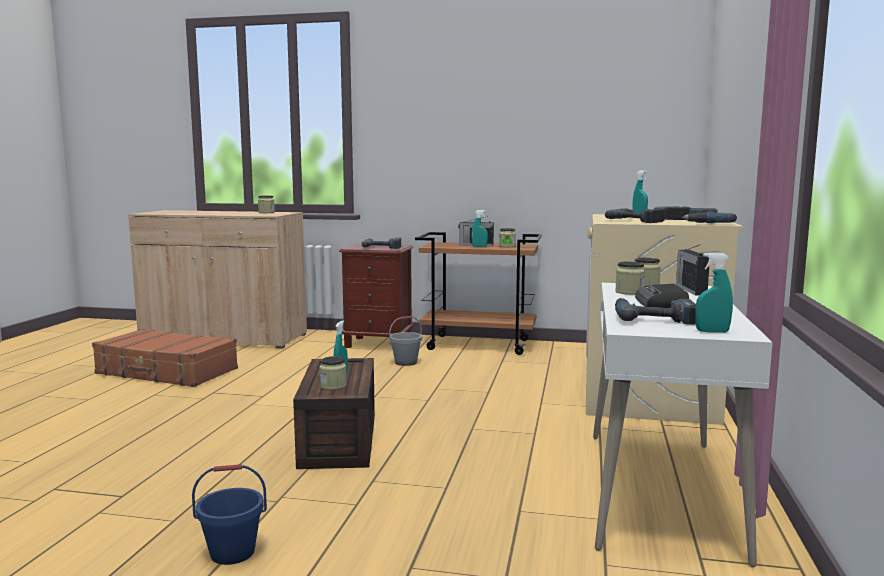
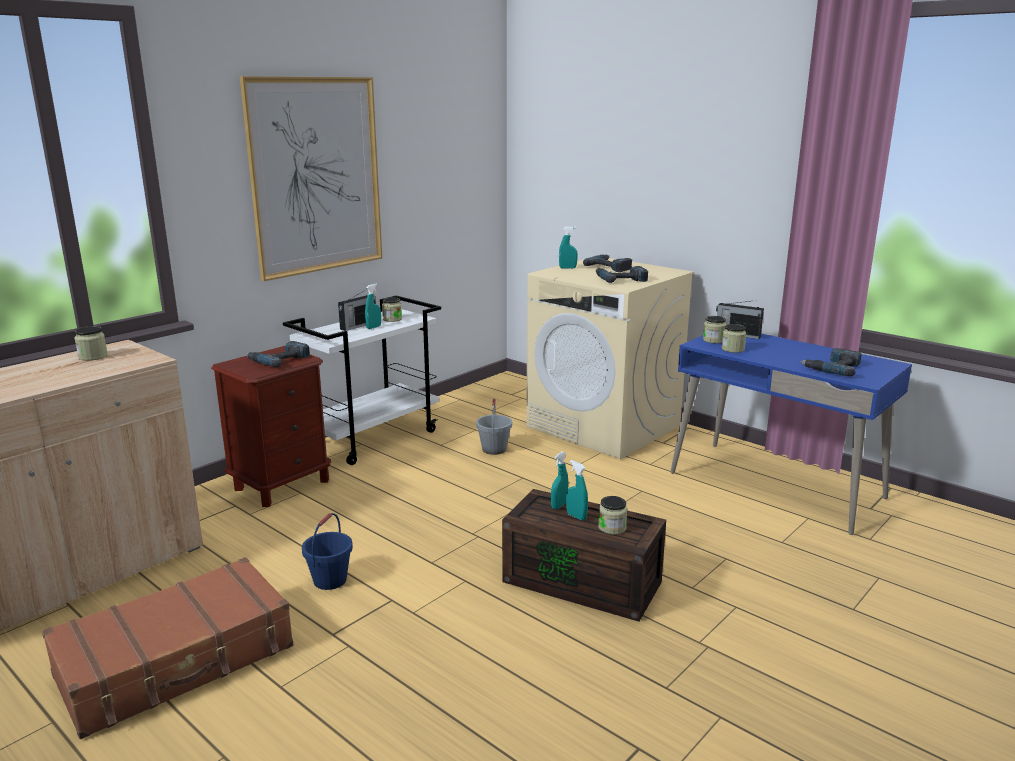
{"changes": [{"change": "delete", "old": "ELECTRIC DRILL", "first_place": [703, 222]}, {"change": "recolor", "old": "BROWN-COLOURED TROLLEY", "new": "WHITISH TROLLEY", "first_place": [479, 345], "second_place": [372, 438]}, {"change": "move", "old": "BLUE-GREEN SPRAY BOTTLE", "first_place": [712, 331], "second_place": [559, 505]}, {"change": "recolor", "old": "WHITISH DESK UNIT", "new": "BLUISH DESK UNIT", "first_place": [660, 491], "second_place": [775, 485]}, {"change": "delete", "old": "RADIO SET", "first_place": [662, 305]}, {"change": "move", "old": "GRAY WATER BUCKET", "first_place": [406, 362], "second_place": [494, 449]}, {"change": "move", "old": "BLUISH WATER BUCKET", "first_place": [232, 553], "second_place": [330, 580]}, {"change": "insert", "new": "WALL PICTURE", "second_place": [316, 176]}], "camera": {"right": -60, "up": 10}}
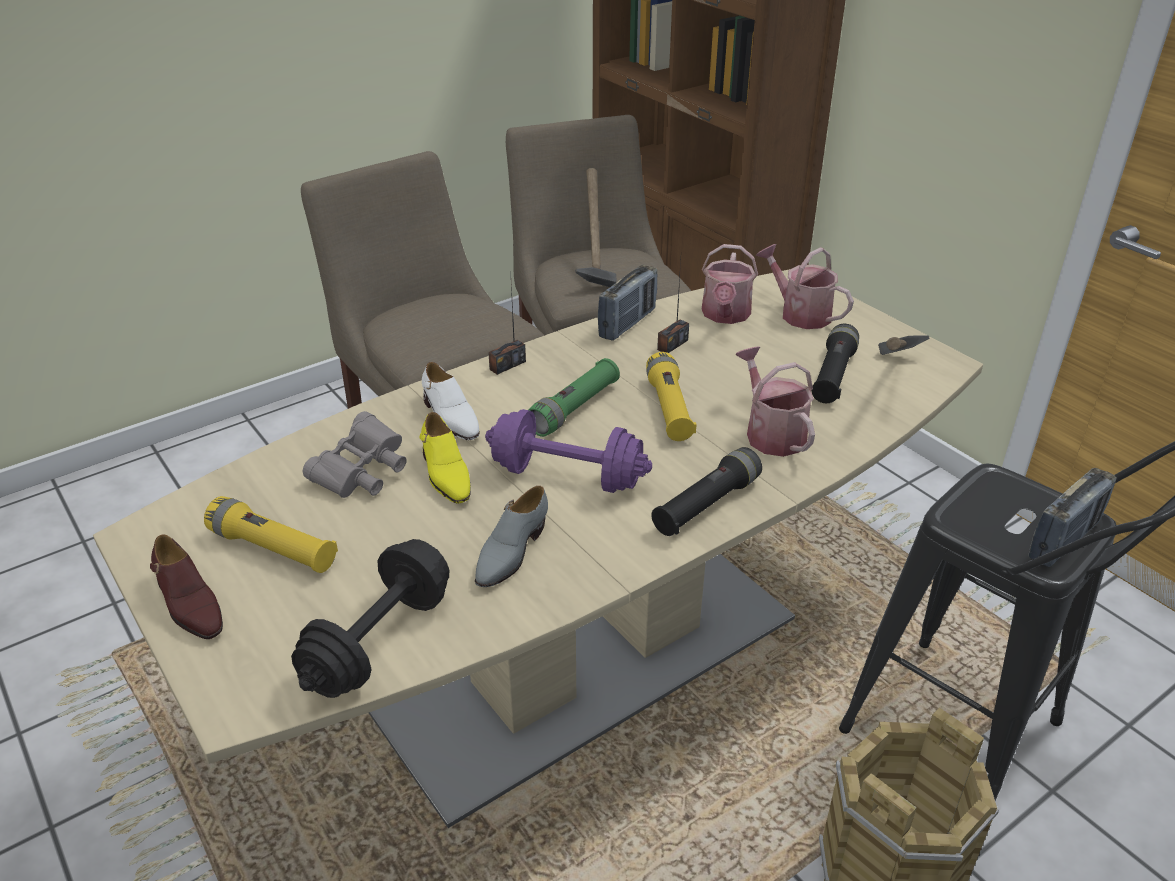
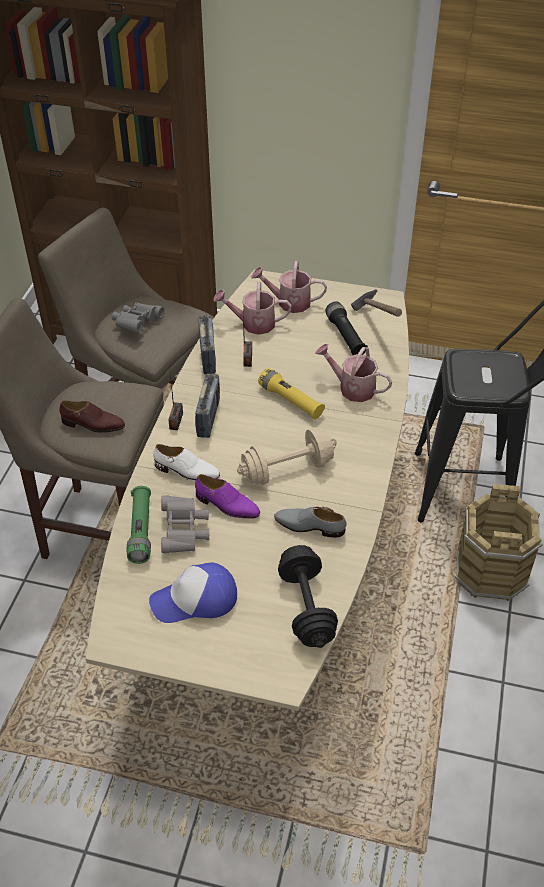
{"changes": [{"change": "replace", "old": "TOOL HAMMER", "new": "GRAY PAIR OF BINOCULARS", "first_place": [593, 266], "second_place": [137, 324]}, {"change": "rotate", "old": "SPRINKLING CAN", "first_place": [725, 315], "second_place": [253, 323], "degrees": 120}, {"change": "move", "old": "GREEN HAND TORCH", "first_place": [574, 409], "second_place": [141, 530]}, {"change": "recolor", "old": "PURPLE HAND WEIGHT", "new": "SAND-COLOURED HAND WEIGHT", "first_place": [567, 476], "second_place": [287, 469]}, {"change": "recolor", "old": "YELLOW SHOE", "new": "PURPLE SHOE", "first_place": [445, 474], "second_place": [227, 505]}, {"change": "delete", "old": "BLACK HAND TORCH", "first_place": [706, 505]}, {"change": "move", "old": "RADIO SET", "first_place": [1063, 540], "second_place": [208, 418]}, {"change": "rotate", "old": "GRAY SHOE", "first_place": [511, 552], "second_place": [309, 526], "degrees": 120}, {"change": "replace", "old": "YELLOW HAND TORCH", "new": "BASEBALL CAP", "first_place": [273, 549], "second_place": [195, 600]}, {"change": "move", "old": "BROWN-COLOURED SHOE", "first_place": [189, 604], "second_place": [93, 425]}], "camera": {"right": -40, "up": 10}}
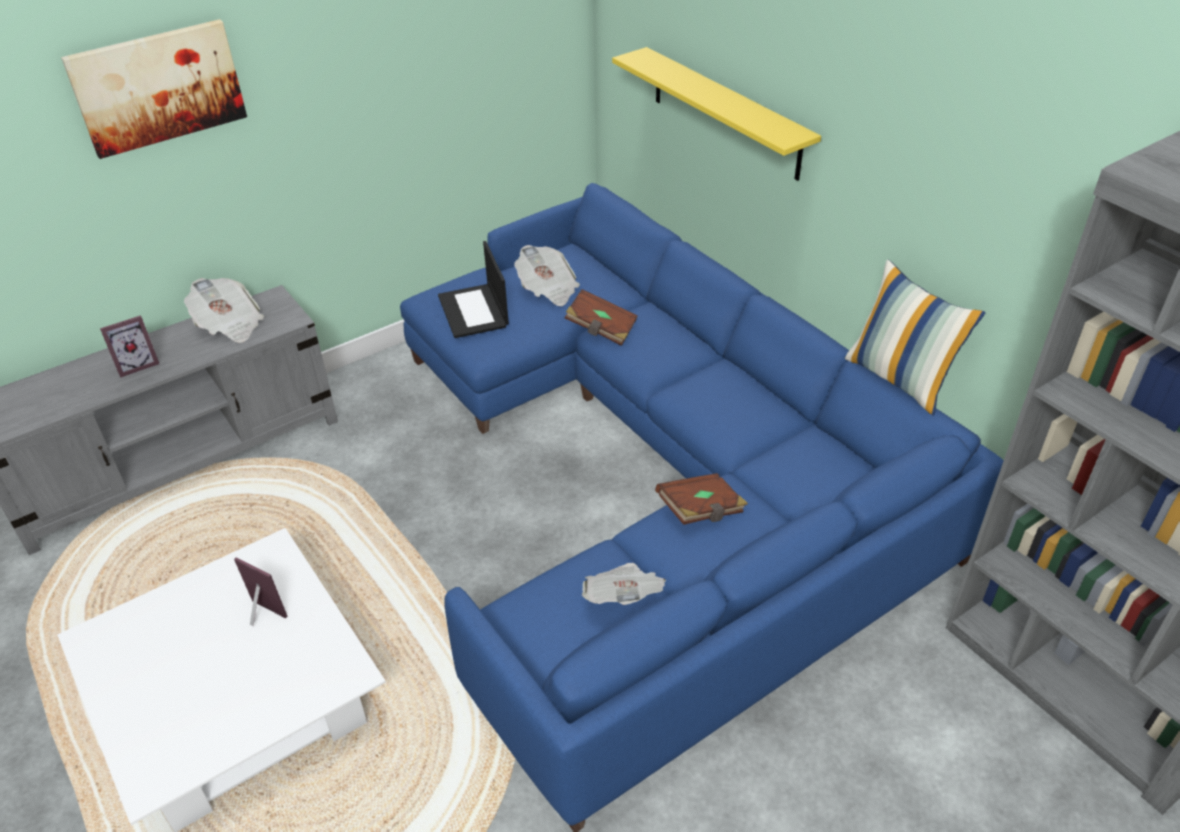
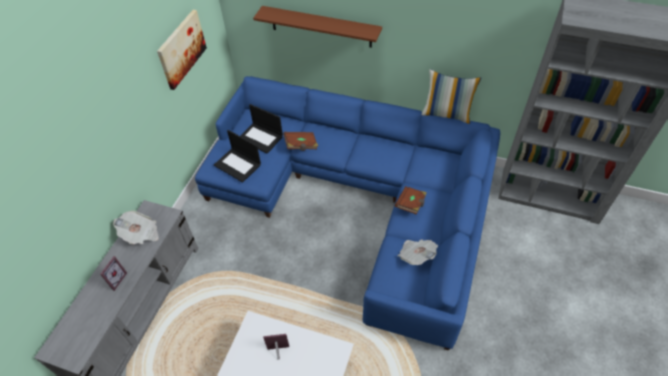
{"changes": [{"change": "move", "old": "WALL PICTURE", "first_place": [158, 87], "second_place": [181, 49]}, {"change": "recolor", "old": "YELLOW BRACKET SHELF", "new": "BROWN-COLOURED BRACKET SHELF", "first_place": [725, 113], "second_place": [321, 27]}, {"change": "replace", "old": "NEWSPAPER", "new": "LAPTOP", "first_place": [548, 289], "second_place": [261, 138]}], "camera": {"right": -35, "up": 10}}
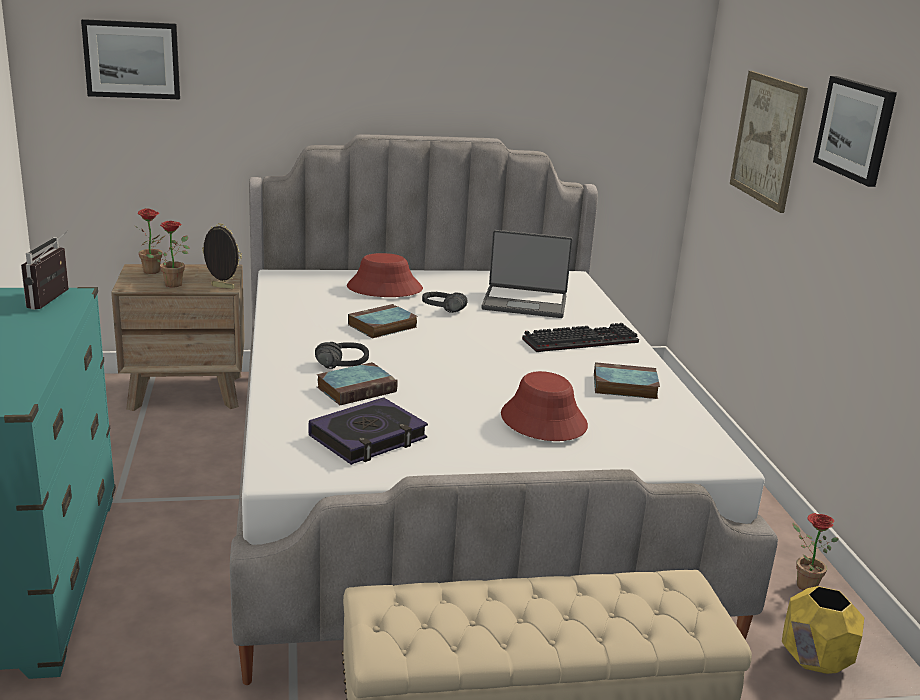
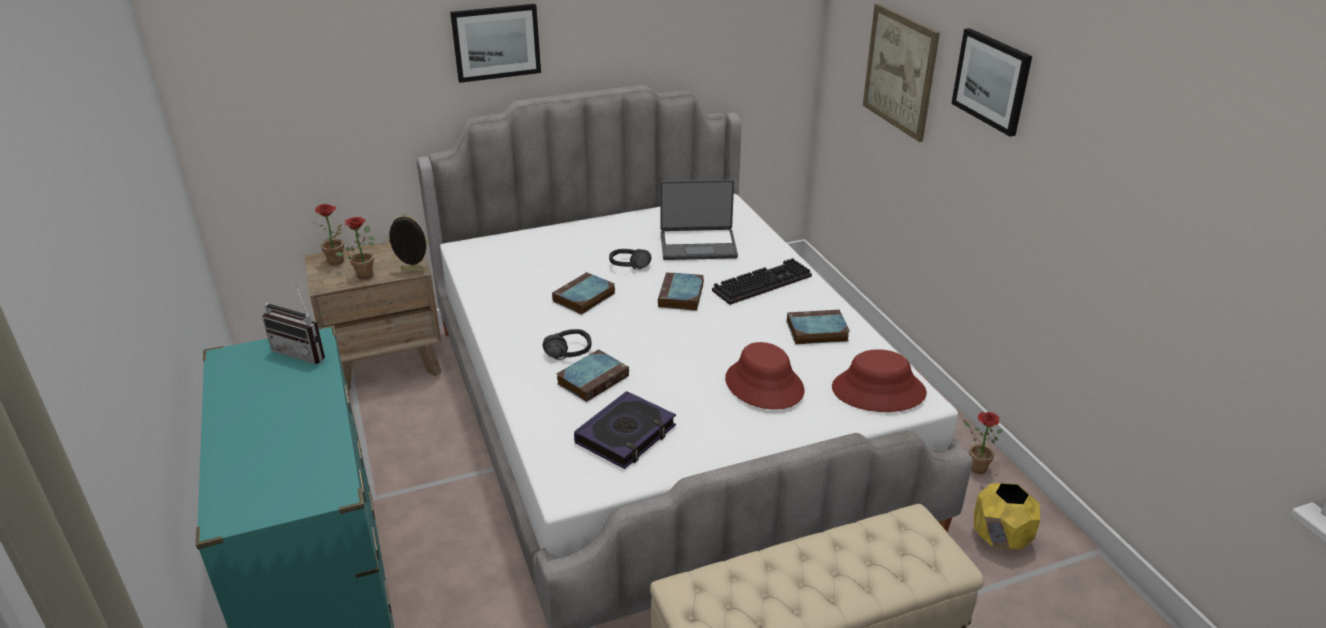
{"changes": [{"change": "move", "old": "WALL PICTURE", "first_place": [132, 59], "second_place": [496, 42]}, {"change": "rotate", "old": "RADIO SET", "first_place": [55, 301], "second_place": [304, 352], "degrees": -60}, {"change": "move", "old": "RED HAT", "first_place": [384, 288], "second_place": [878, 391]}, {"change": "insert", "new": "BOUND BOOK", "second_place": [681, 296]}], "camera": {"right": -10, "up": 10}}
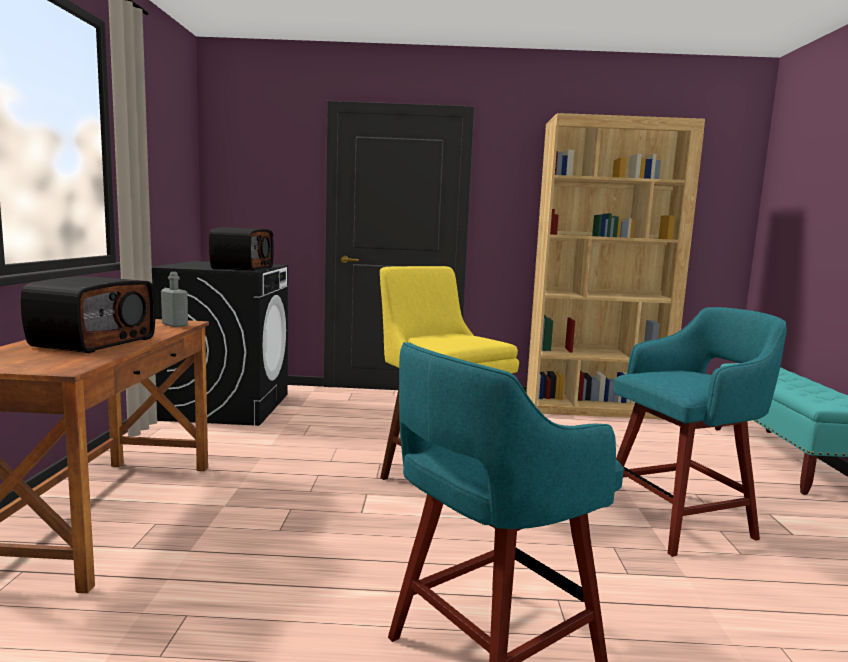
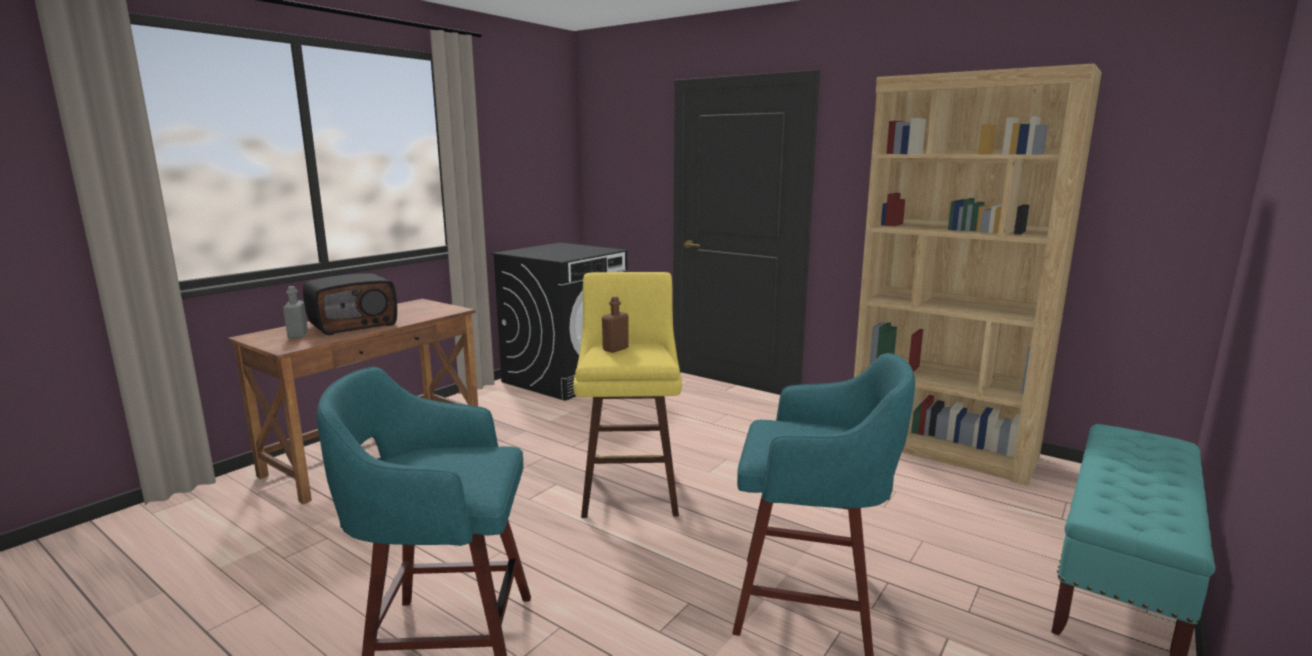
{"changes": [{"change": "delete", "old": "RADIO SET", "first_place": [241, 267]}, {"change": "move", "old": "GRAY BOTTLE", "first_place": [175, 325], "second_place": [298, 335]}, {"change": "insert", "new": "BROWN-COLOURED BOTTLE", "second_place": [615, 349]}], "camera": {"right": 35, "up": 5}}
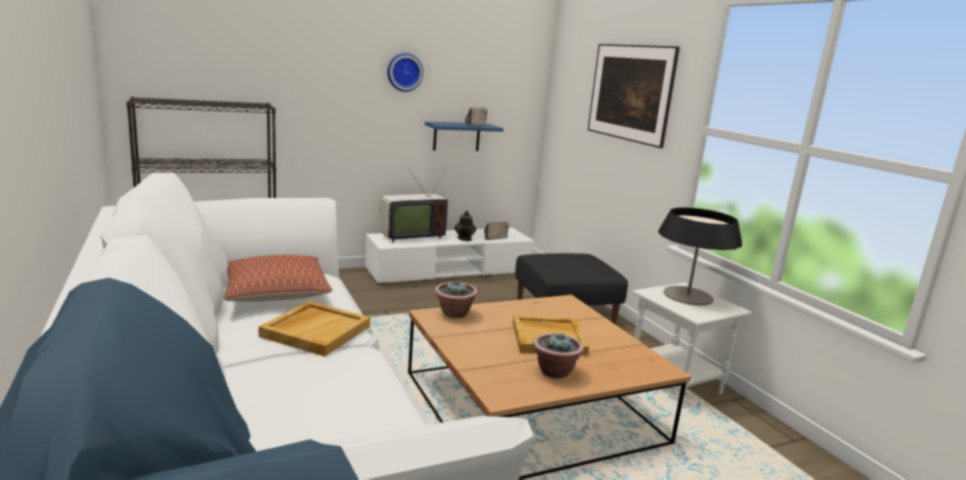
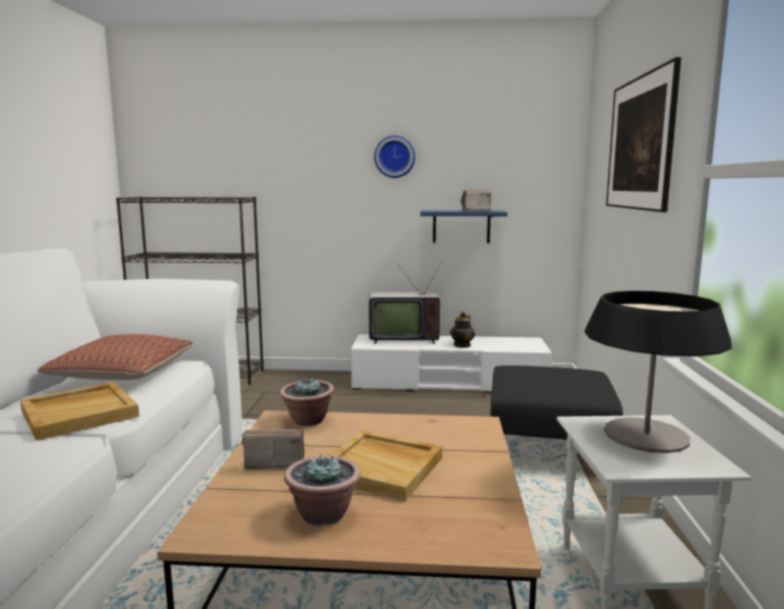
{"changes": [{"change": "move", "old": "RADIO SET", "first_place": [493, 237], "second_place": [274, 463]}], "camera": {"right": 30, "up": -5}}
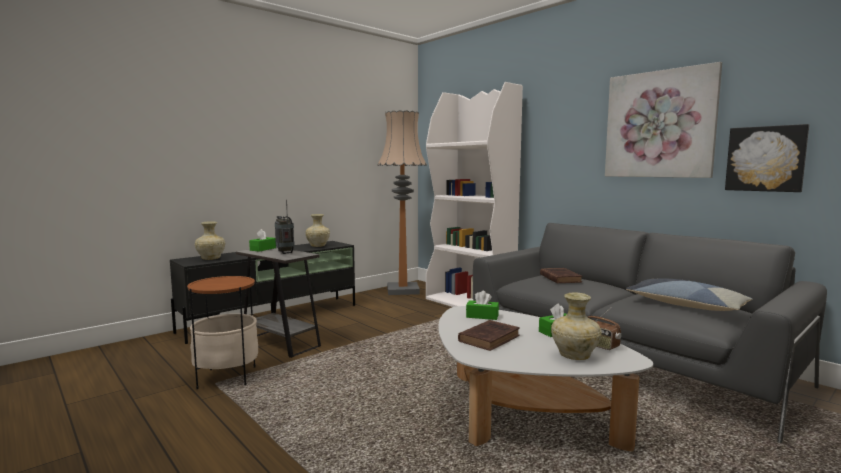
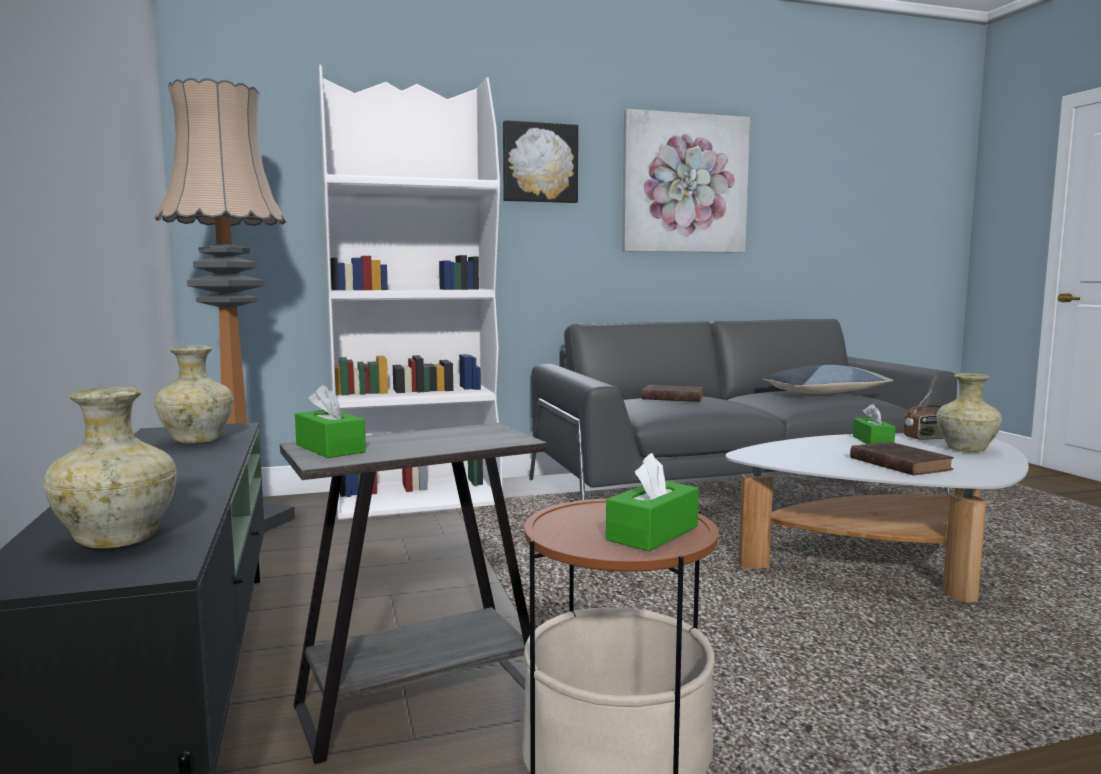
{"changes": [{"change": "move", "old": "WALL PICTURE", "first_place": [765, 159], "second_place": [539, 163]}, {"change": "delete", "old": "RADIO SET", "first_place": [285, 253]}, {"change": "move", "old": "GREEN BOX OF TISSUES", "first_place": [482, 316], "second_place": [652, 533]}], "camera": {"right": -65, "up": 0}}
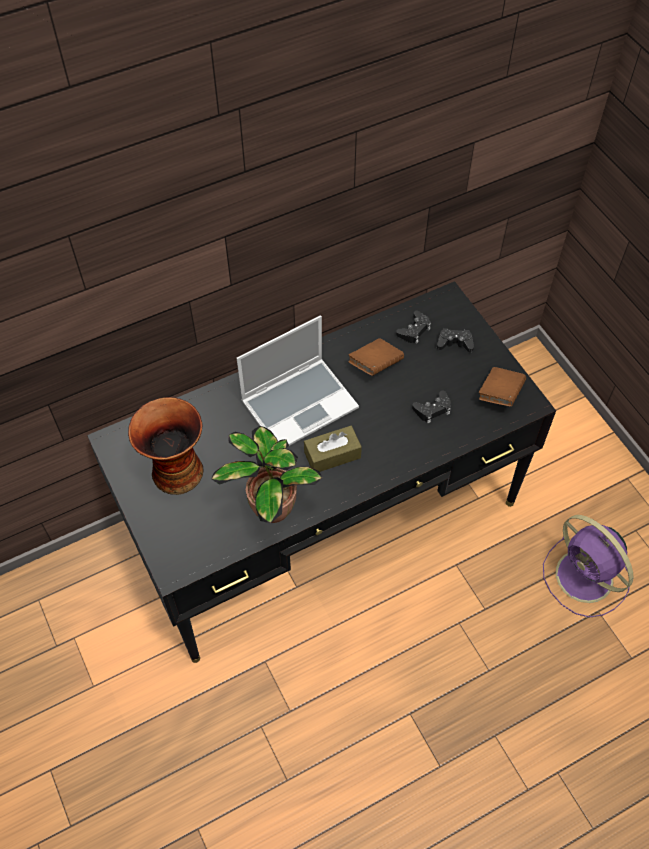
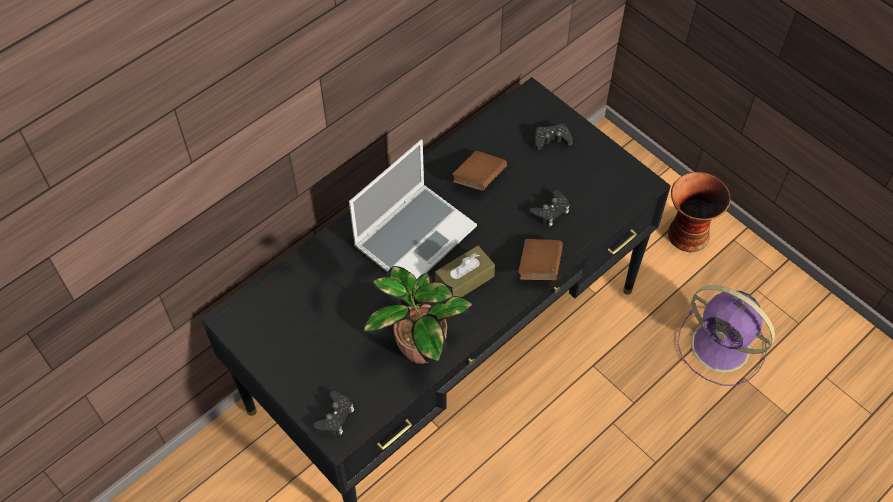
{"changes": [{"change": "move", "old": "BLACK GAMEPAD", "first_place": [414, 330], "second_place": [335, 417]}, {"change": "move", "old": "BROWN-COLOURED BOUND BOOK", "first_place": [500, 394], "second_place": [539, 267]}, {"change": "move", "old": "DECORATIVE VASE", "first_place": [175, 471], "second_place": [686, 234]}], "camera": {"right": -15, "up": 0}}
